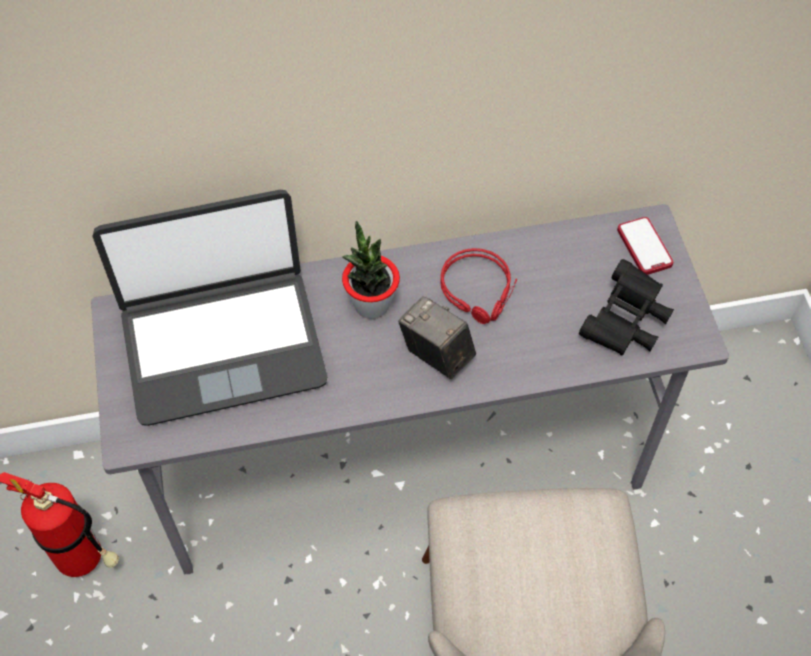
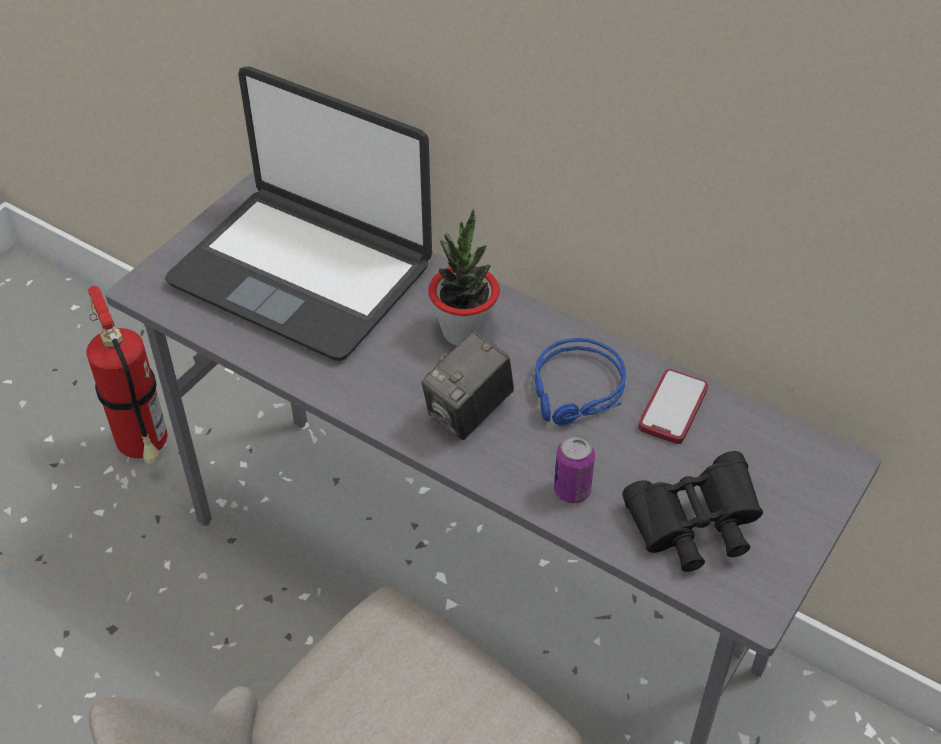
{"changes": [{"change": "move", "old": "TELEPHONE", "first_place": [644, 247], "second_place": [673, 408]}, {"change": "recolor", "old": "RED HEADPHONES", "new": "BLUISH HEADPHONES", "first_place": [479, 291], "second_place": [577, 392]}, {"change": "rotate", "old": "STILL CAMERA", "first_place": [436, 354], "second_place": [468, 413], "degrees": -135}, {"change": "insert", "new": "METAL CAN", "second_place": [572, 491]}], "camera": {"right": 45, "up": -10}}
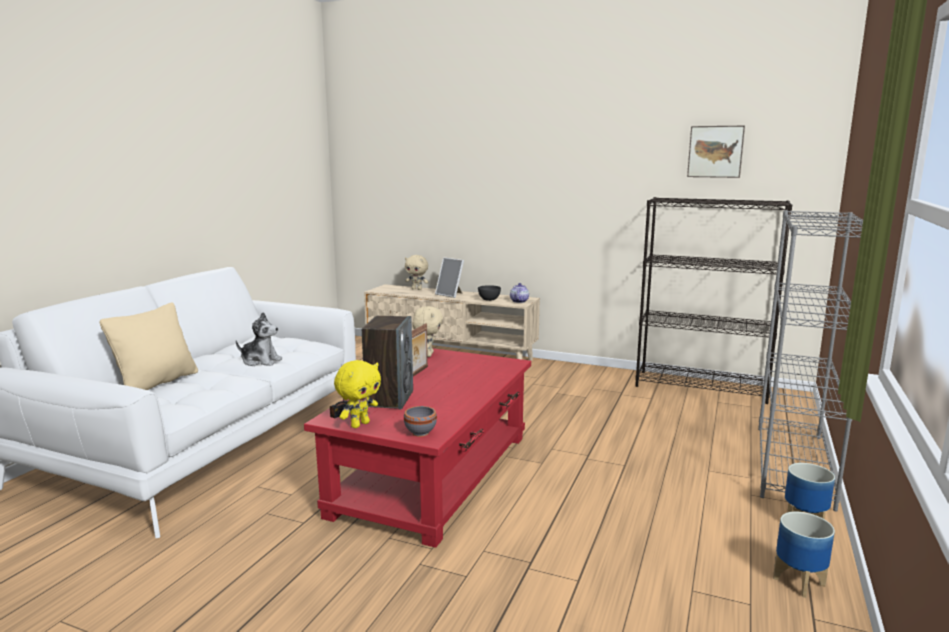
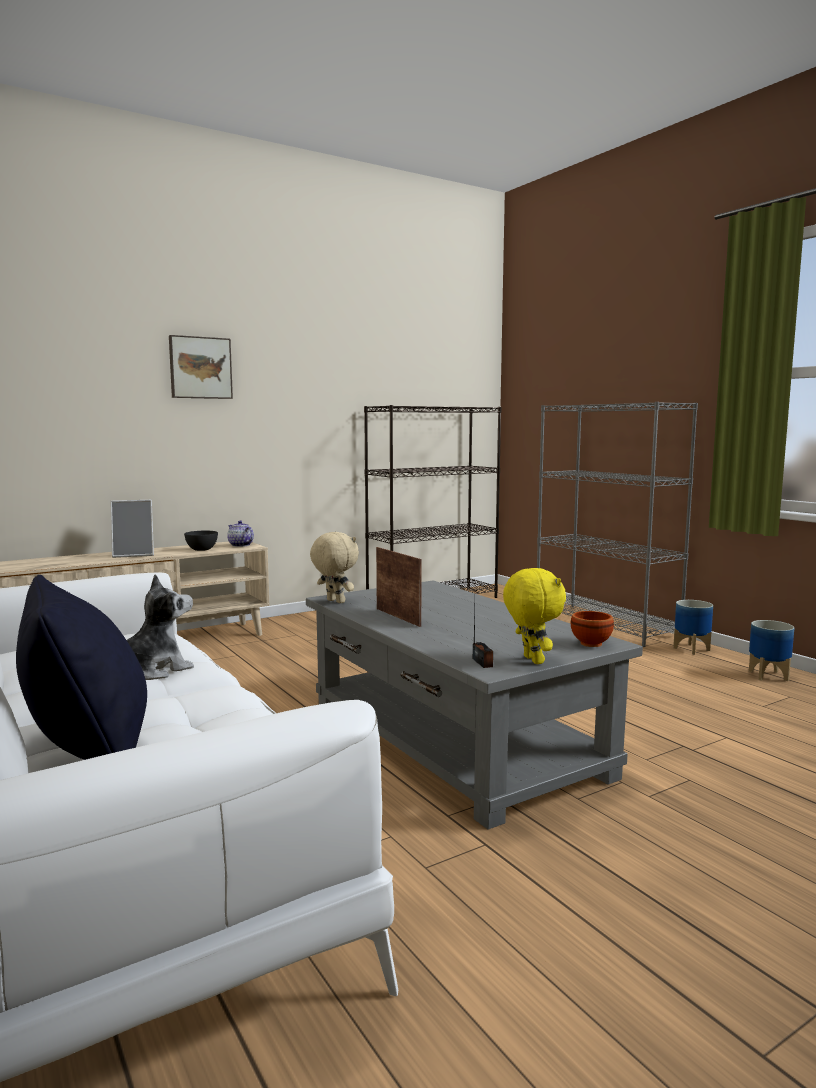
{"changes": [{"change": "move", "old": "WALL PICTURE", "first_place": [715, 151], "second_place": [200, 368]}, {"change": "delete", "old": "SAND-COLOURED SOFT TOY", "first_place": [417, 289]}, {"change": "recolor", "old": "SAND-COLOURED THROW PILLOW", "new": "BLACK THROW PILLOW", "first_place": [157, 382], "second_place": [89, 751]}, {"change": "delete", "old": "LOUDSPEAKER", "first_place": [389, 399]}, {"change": "recolor", "old": "RED COFFEE TABLE", "new": "GRAY COFFEE TABLE", "first_place": [434, 473], "second_place": [452, 737]}, {"change": "recolor", "old": "GRAY SERVING BOWL", "new": "BROWN-COLOURED SERVING BOWL", "first_place": [419, 433], "second_place": [590, 644]}], "camera": {"right": -55, "up": -5}}
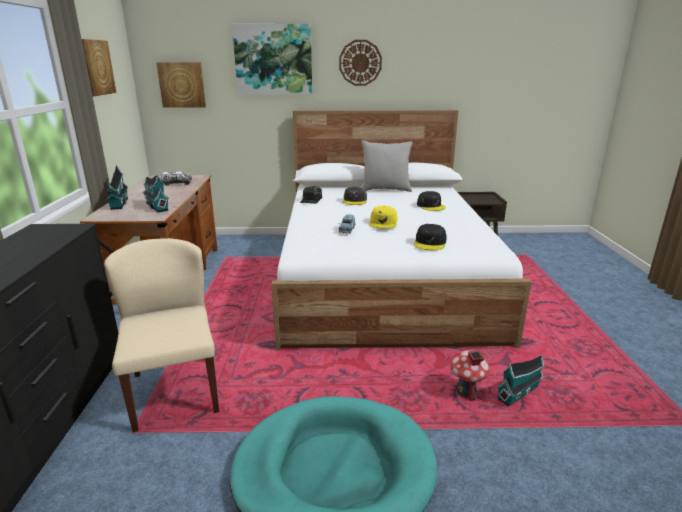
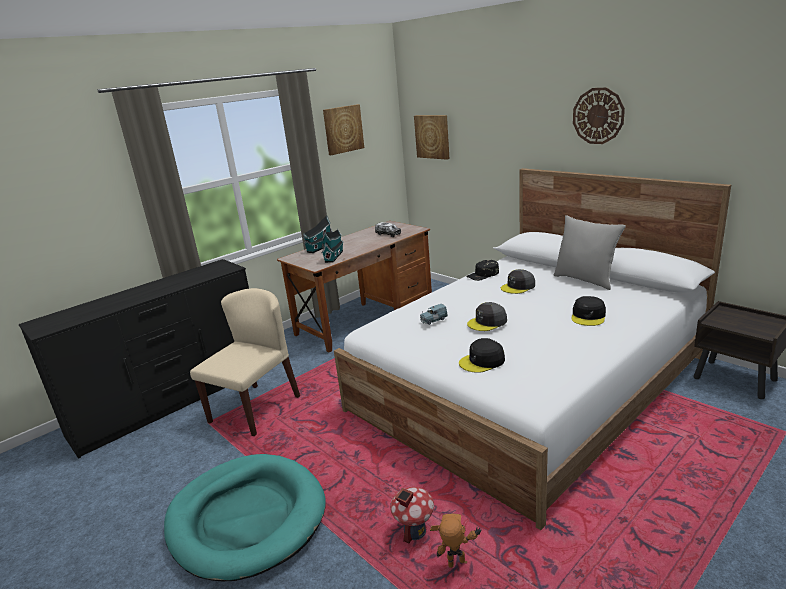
{"changes": [{"change": "delete", "old": "WALL PICTURE", "first_place": [273, 60]}, {"change": "recolor", "old": "YELLOW BASEBALL CAP", "new": "GRAY BASEBALL CAP", "first_place": [383, 223], "second_place": [487, 322]}, {"change": "replace", "old": "MINIATURE HOUSE", "new": "TOY ROBOT", "first_place": [519, 392], "second_place": [458, 567]}], "camera": {"right": 50, "up": 0}}
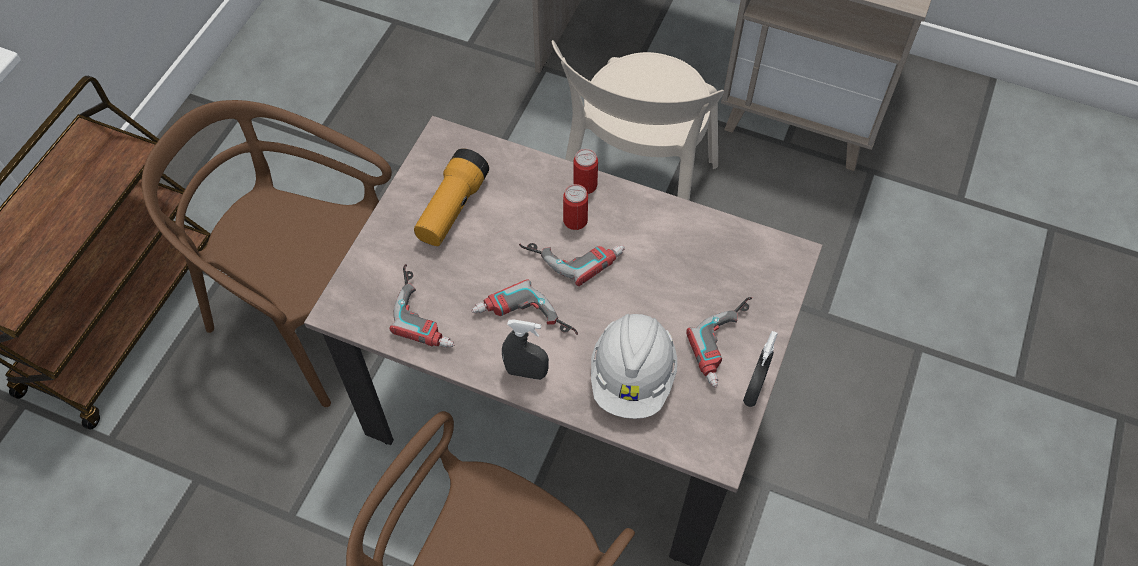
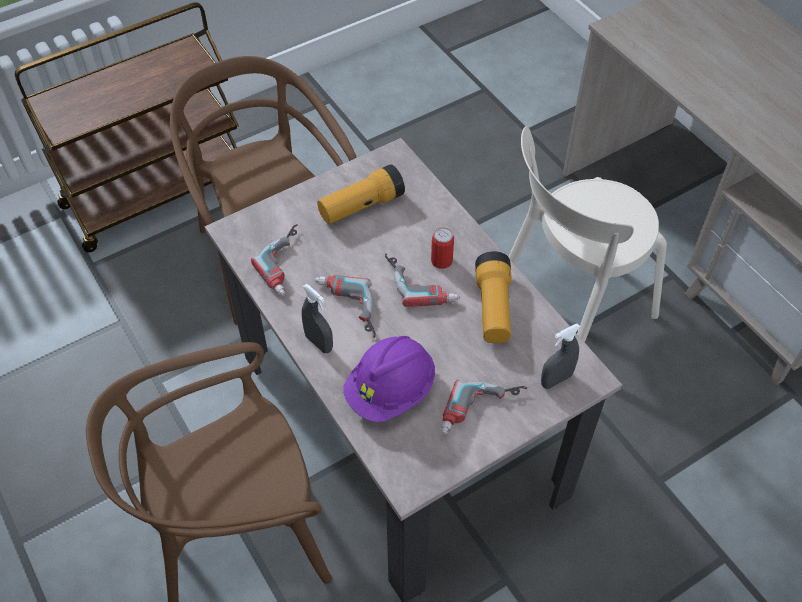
{"changes": [{"change": "delete", "old": "METAL CAN", "first_place": [585, 185]}, {"change": "recolor", "old": "WHITISH SAFETY HELMET", "new": "PURPLE SAFETY HELMET", "first_place": [632, 376], "second_place": [391, 391]}, {"change": "move", "old": "GRAY SPRAY BOTTLE", "first_place": [753, 390], "second_place": [556, 380]}, {"change": "insert", "new": "HAND TORCH", "second_place": [493, 308]}], "camera": {"right": 35, "up": -5}}
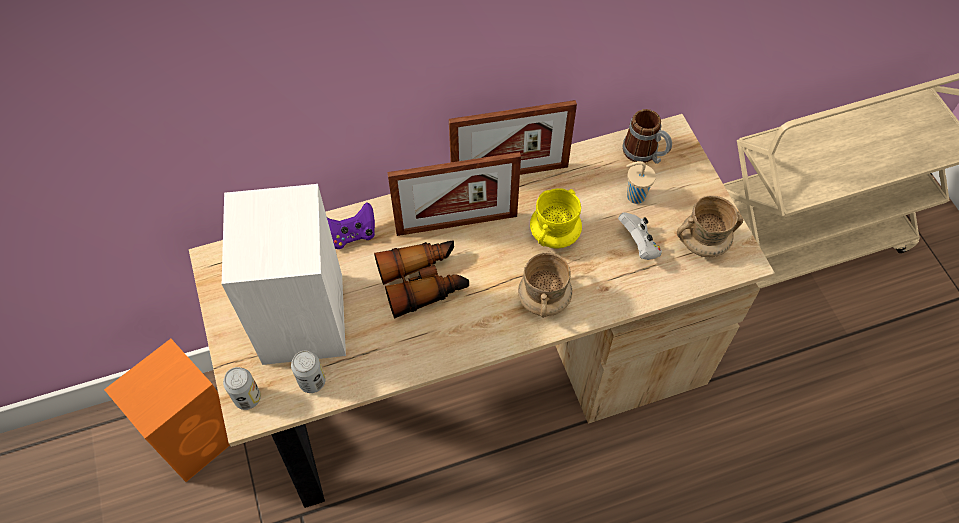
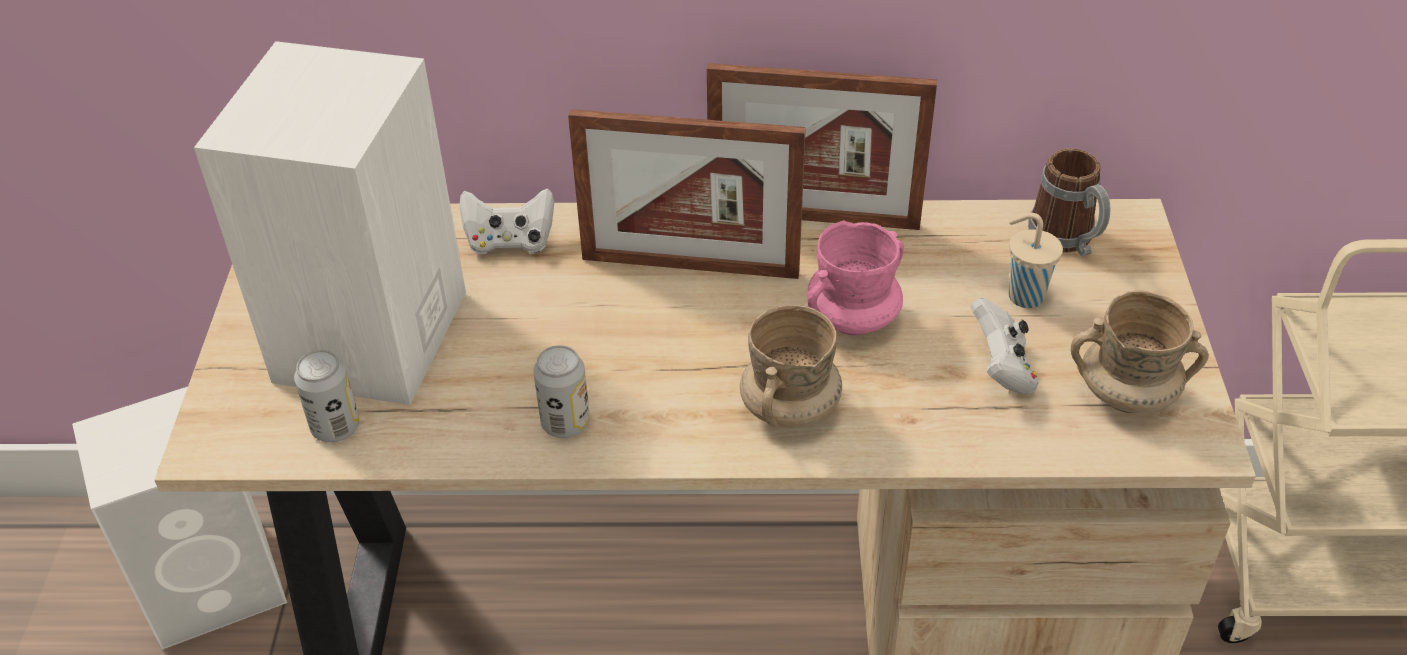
{"changes": [{"change": "recolor", "old": "YELLOW COFFEE MUG", "new": "PINKISH COFFEE MUG", "first_place": [554, 234], "second_place": [853, 318]}, {"change": "recolor", "old": "PURPLE GAMEPAD", "new": "WHITISH GAMEPAD", "first_place": [351, 235], "second_place": [510, 242]}, {"change": "delete", "old": "PAIR OF BINOCULARS", "first_place": [423, 282]}, {"change": "recolor", "old": "ORANGE LOUDSPEAKER", "new": "WHITISH LOUDSPEAKER", "first_place": [198, 434], "second_place": [217, 583]}, {"change": "move", "old": "METAL CAN", "first_place": [247, 398], "second_place": [565, 423]}], "camera": {"right": 20, "up": -15}}
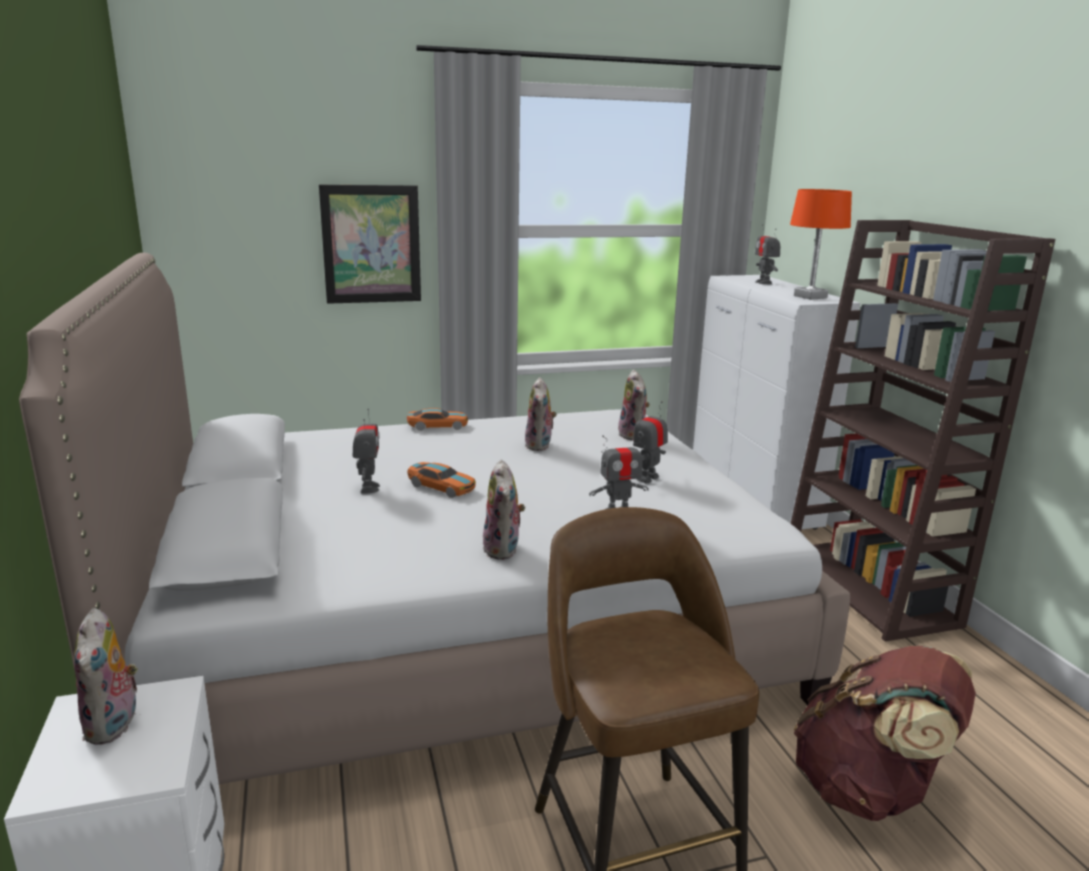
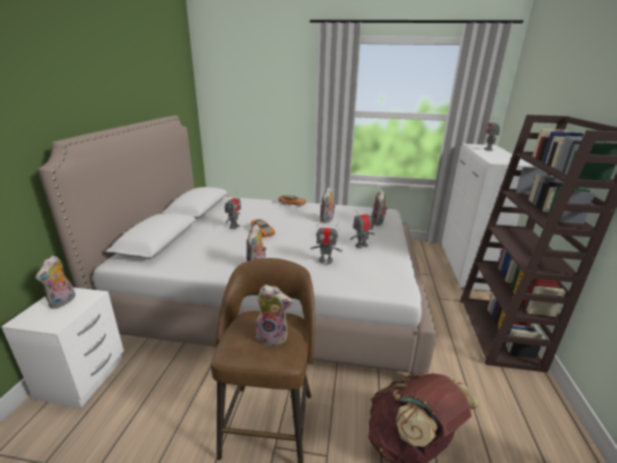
{"changes": [{"change": "delete", "old": "WALL PICTURE", "first_place": [371, 244]}, {"change": "delete", "old": "ORANGE TABLETOP LAMP", "first_place": [810, 297]}, {"change": "insert", "new": "SOFT TOY", "second_place": [273, 336]}], "camera": {"right": 25, "up": 5}}
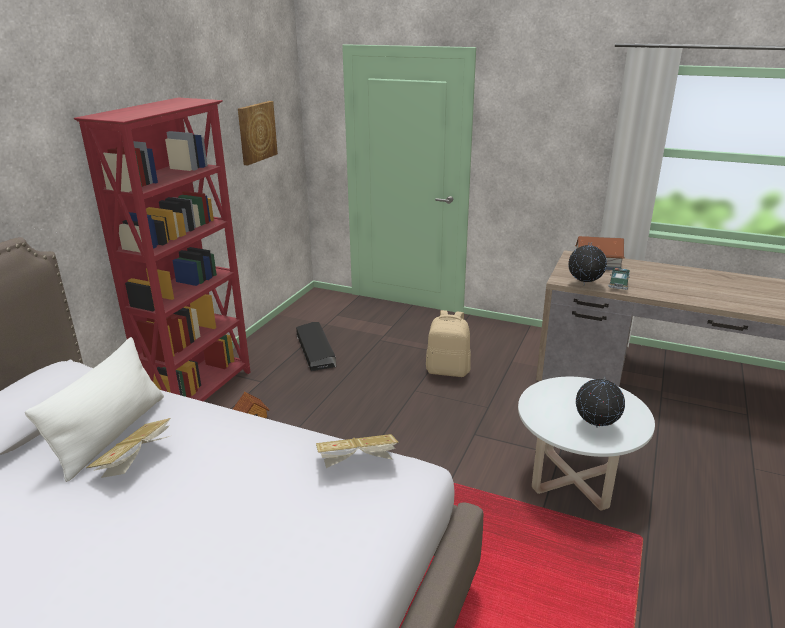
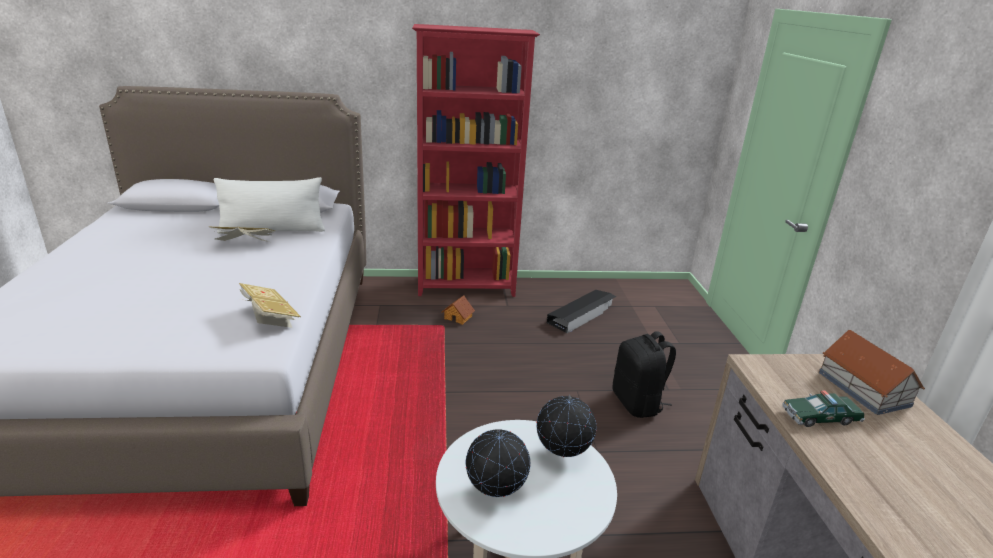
{"changes": [{"change": "delete", "old": "WALL PICTURE", "first_place": [256, 132]}, {"change": "move", "old": "WORLD GLOBE", "first_place": [584, 285], "second_place": [562, 455]}, {"change": "recolor", "old": "SAND-COLOURED BACKPACK", "new": "BLACK BACKPACK", "first_place": [448, 370], "second_place": [638, 403]}], "camera": {"right": 60, "up": 0}}
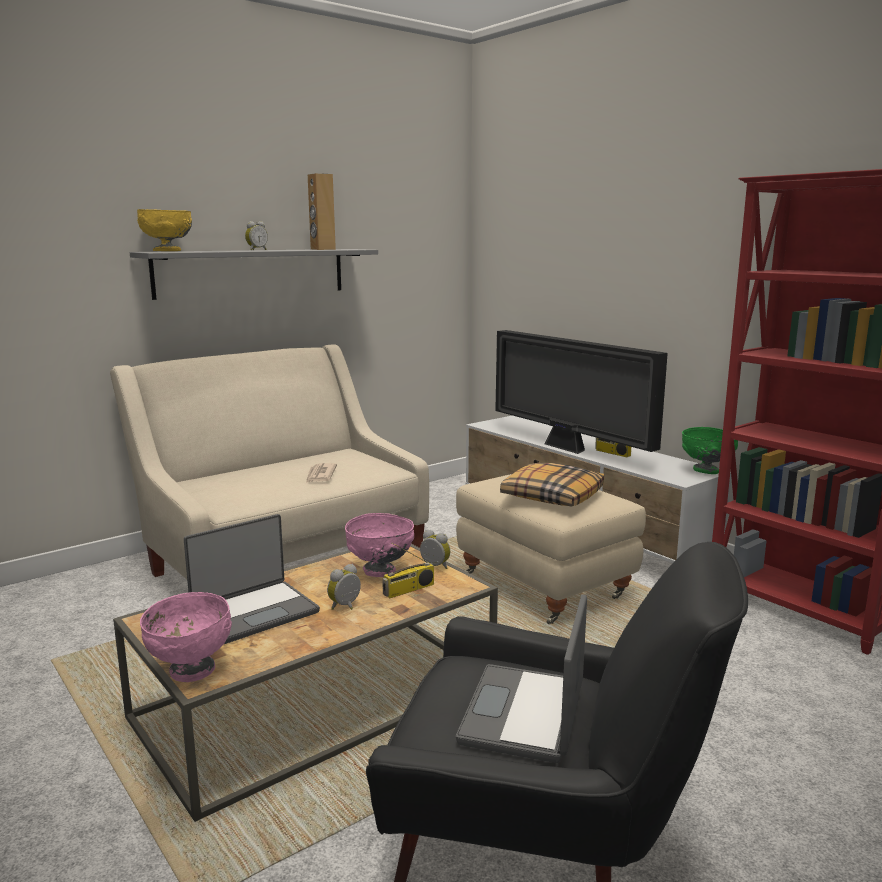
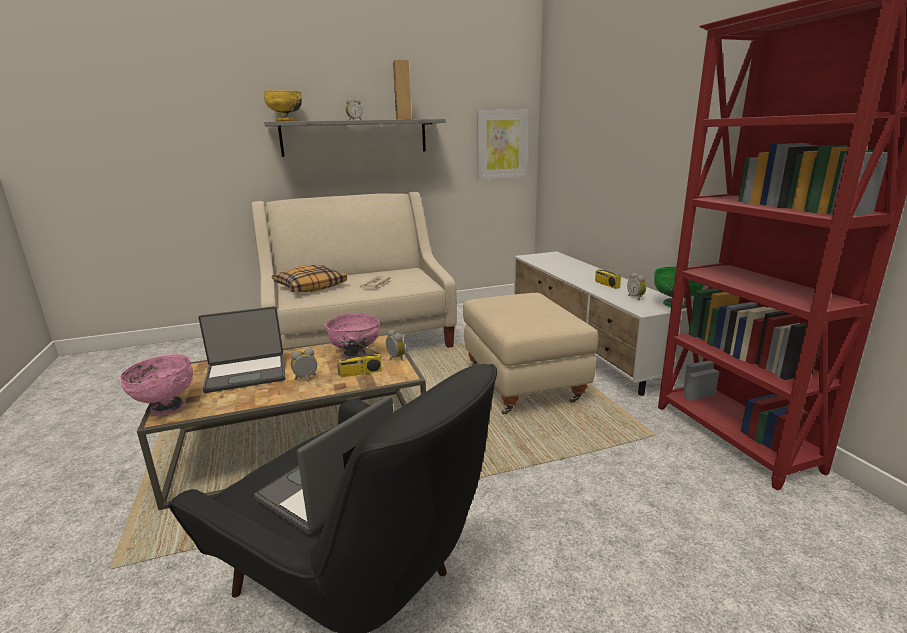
{"changes": [{"change": "delete", "old": "TELEVISION", "first_place": [567, 448]}, {"change": "move", "old": "THROW PILLOW", "first_place": [551, 496], "second_place": [310, 286]}, {"change": "insert", "new": "WALL PICTURE", "second_place": [501, 144]}, {"change": "insert", "new": "BEDSIDE CLOCK", "second_place": [636, 297]}], "camera": {"right": 20, "up": 5}}
